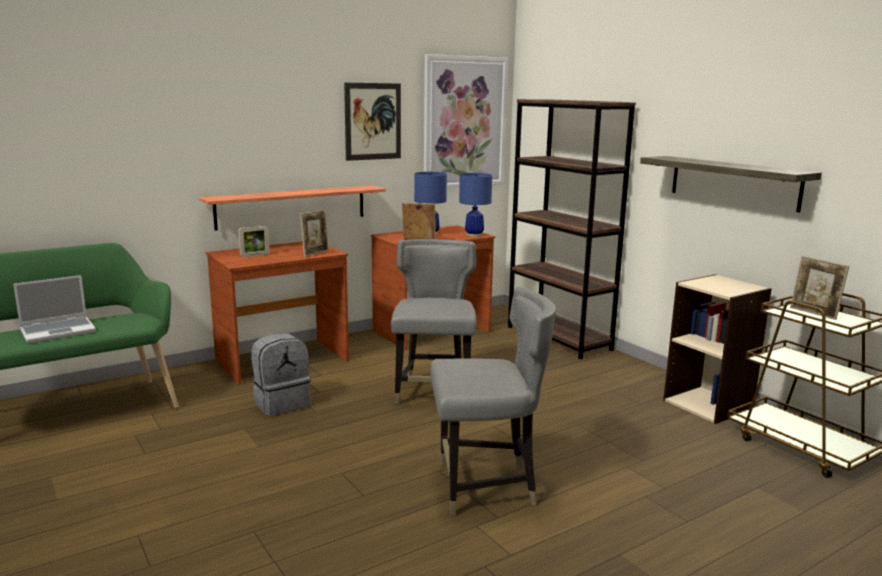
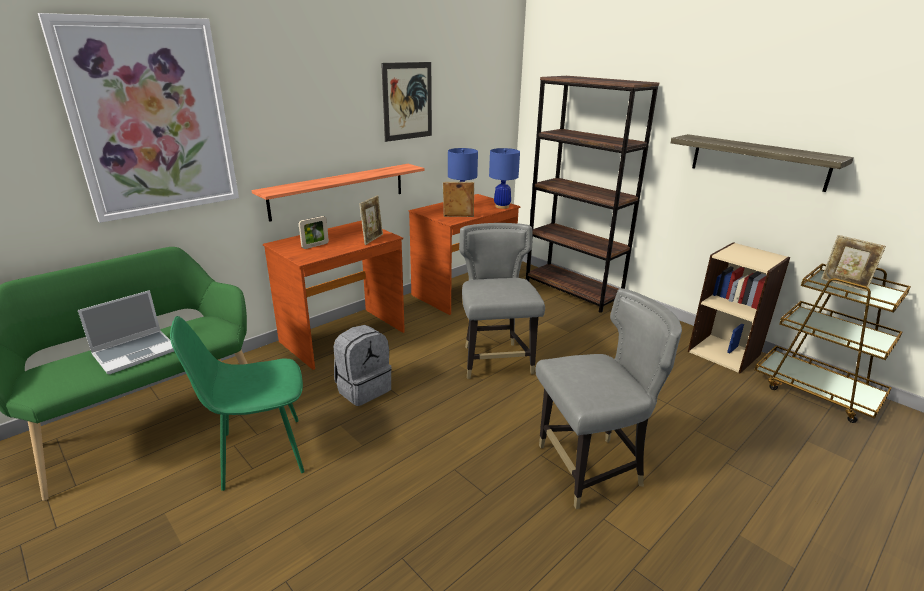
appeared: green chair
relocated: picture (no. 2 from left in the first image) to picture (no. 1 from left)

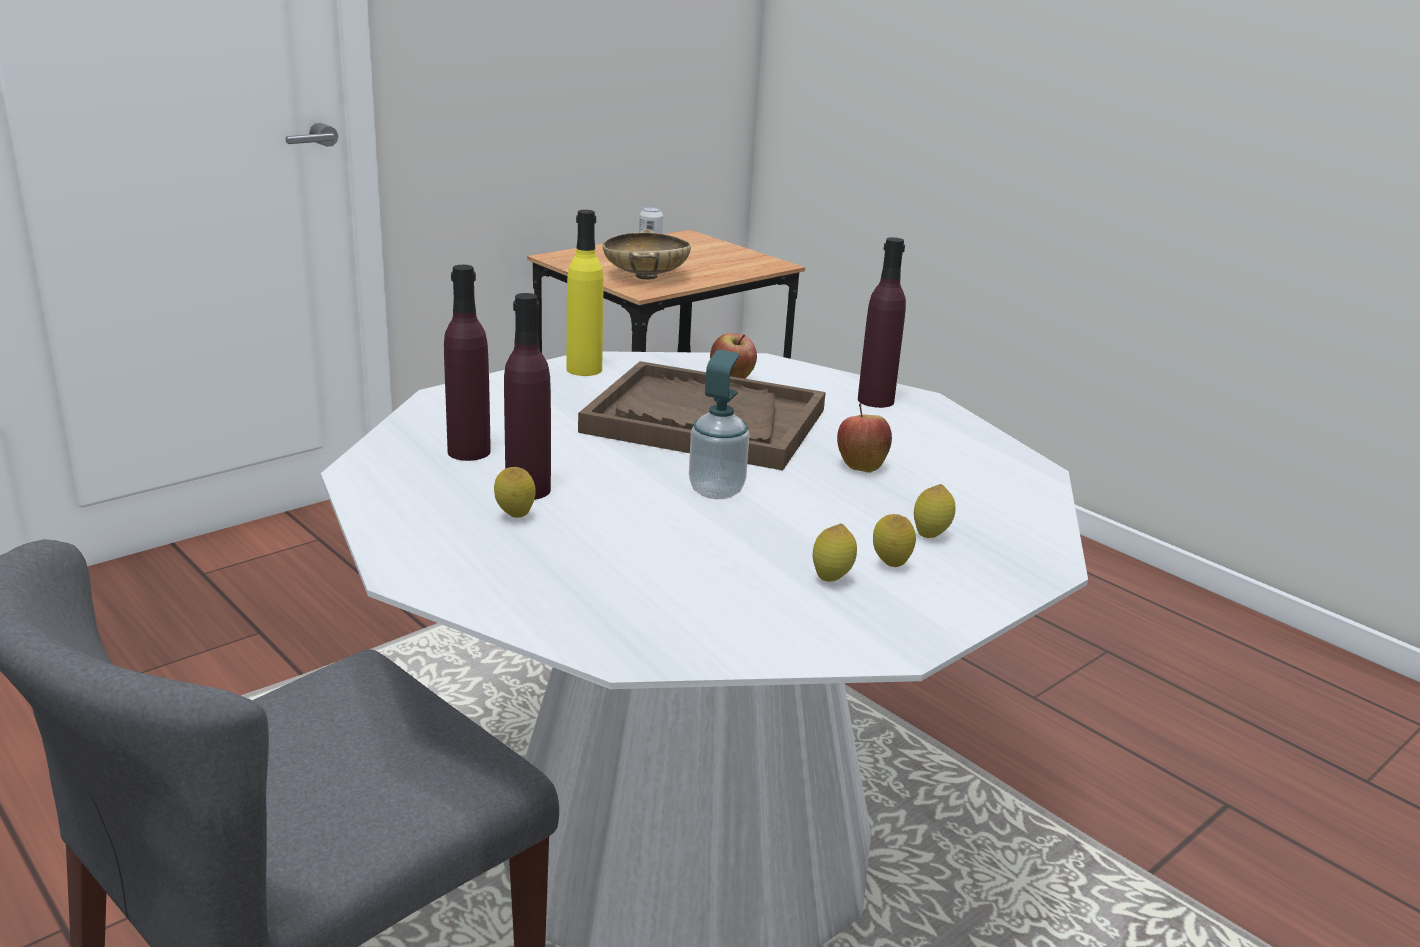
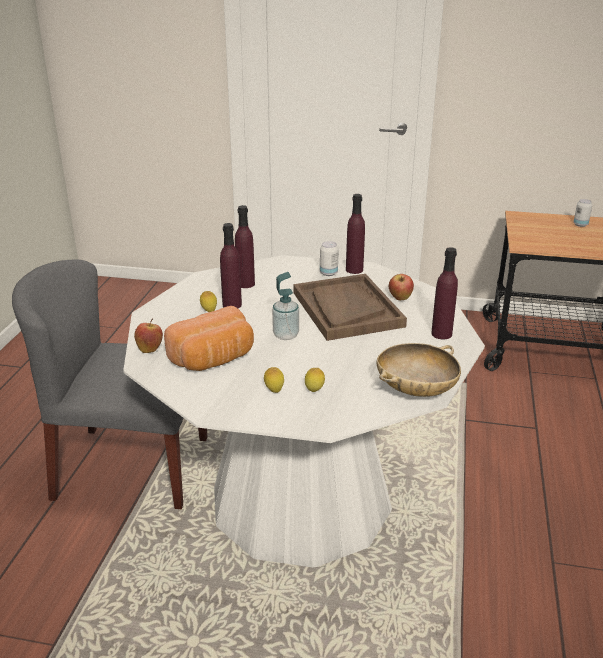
missing: lemon (no. 2 from left)
appeared: can (no. 1 from left); bread
relocated: beige bowl; apple (no. 2 from left in the first image) to apple (no. 1 from left)
colour: yellow bottle to purple bottle (no. 3 from left)

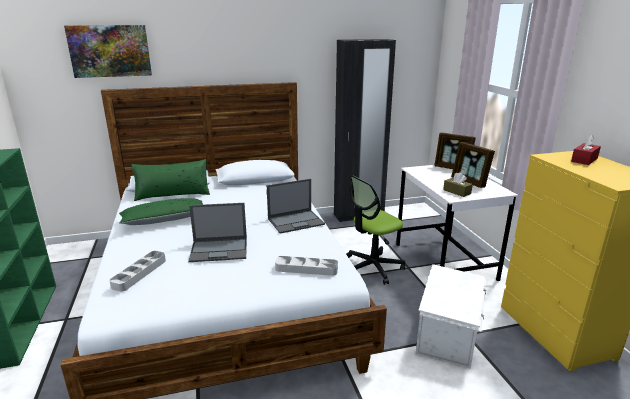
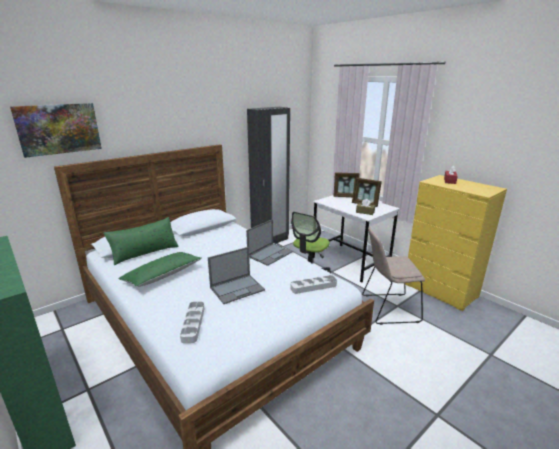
exchanged: white storage box to beige chair

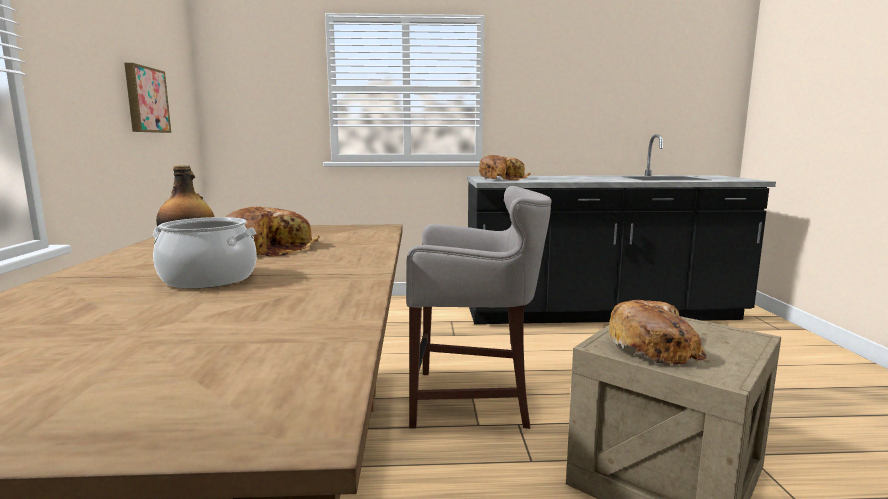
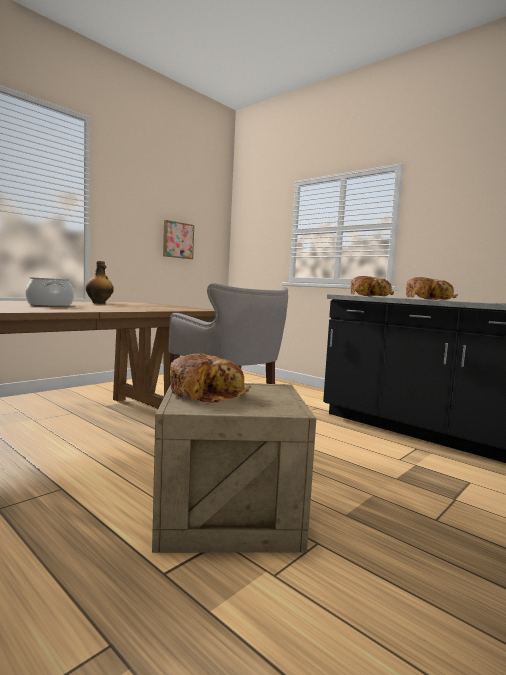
relocated: bread (no. 1 from left in the first image) to bread (no. 3 from left)

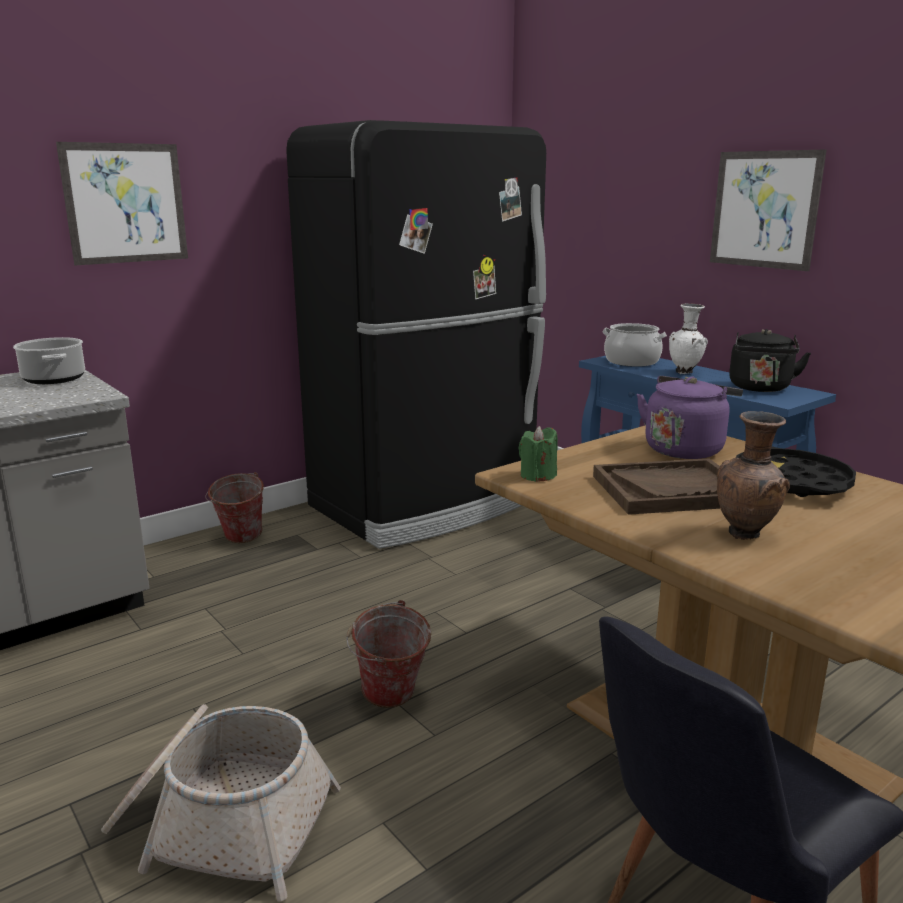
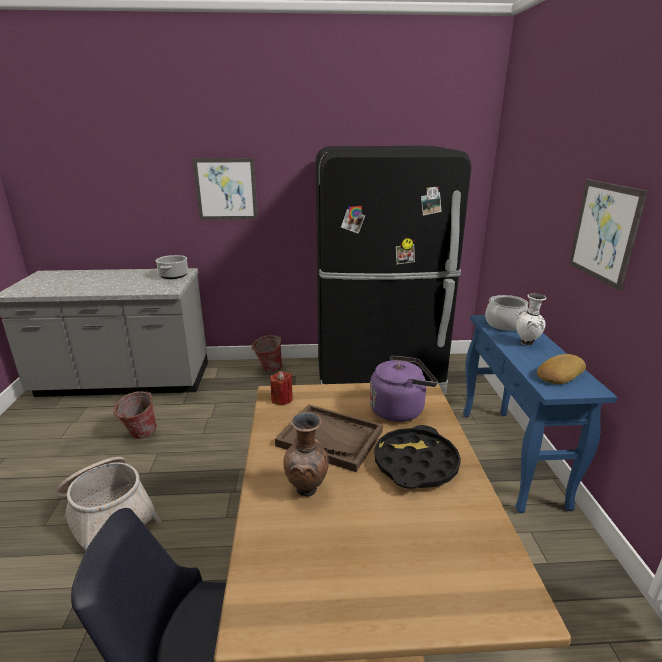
relocated: bucket (no. 2 from left in the first image) to bucket (no. 1 from left)
exchanged: black kettle to bread
colour: green candle to red candle

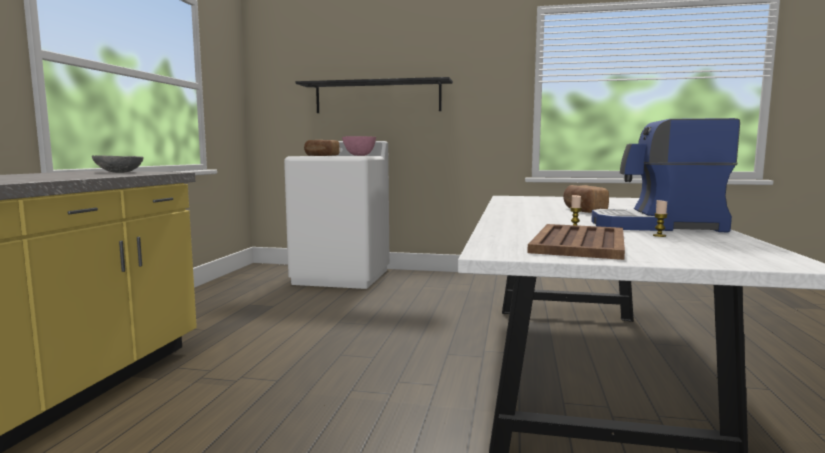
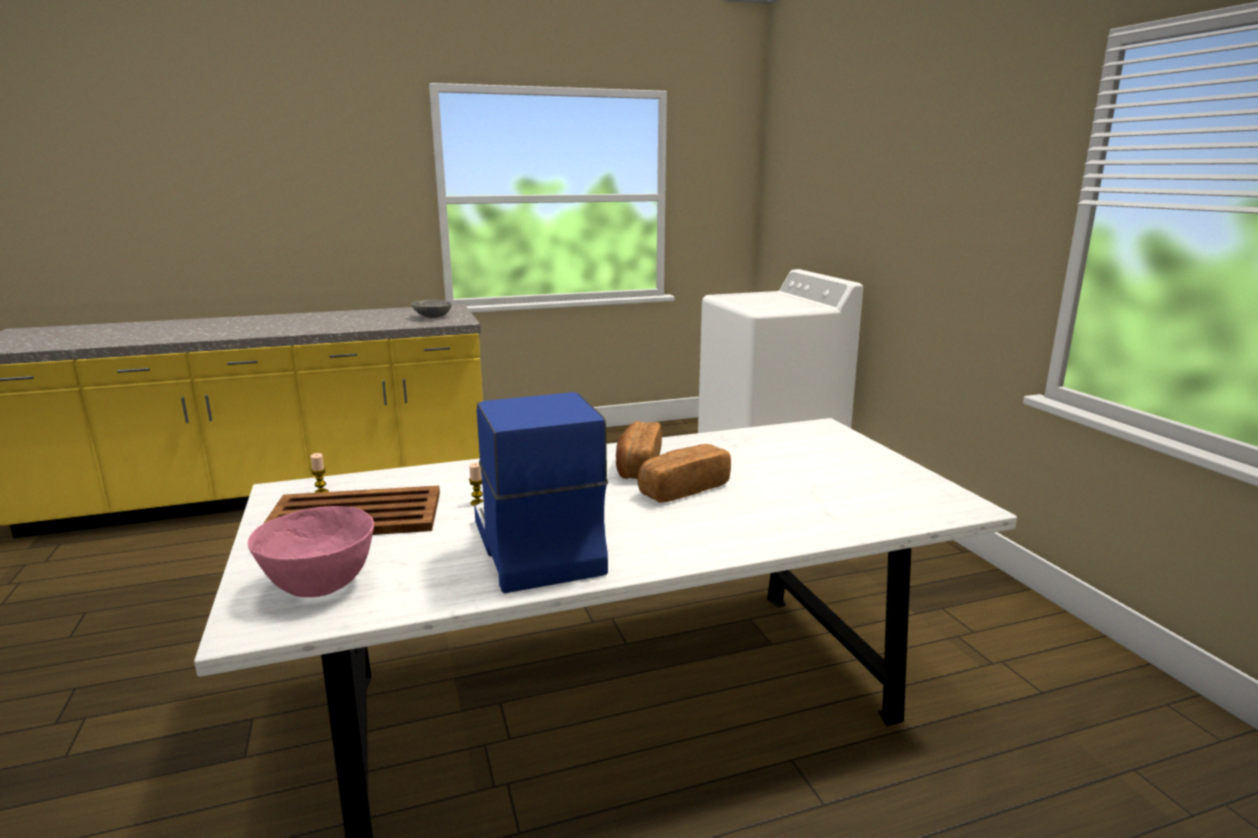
missing: black shelf
relocated: pink bowl; bread (no. 1 from left); candle (no. 2 from left in the first image) to candle (no. 1 from left)

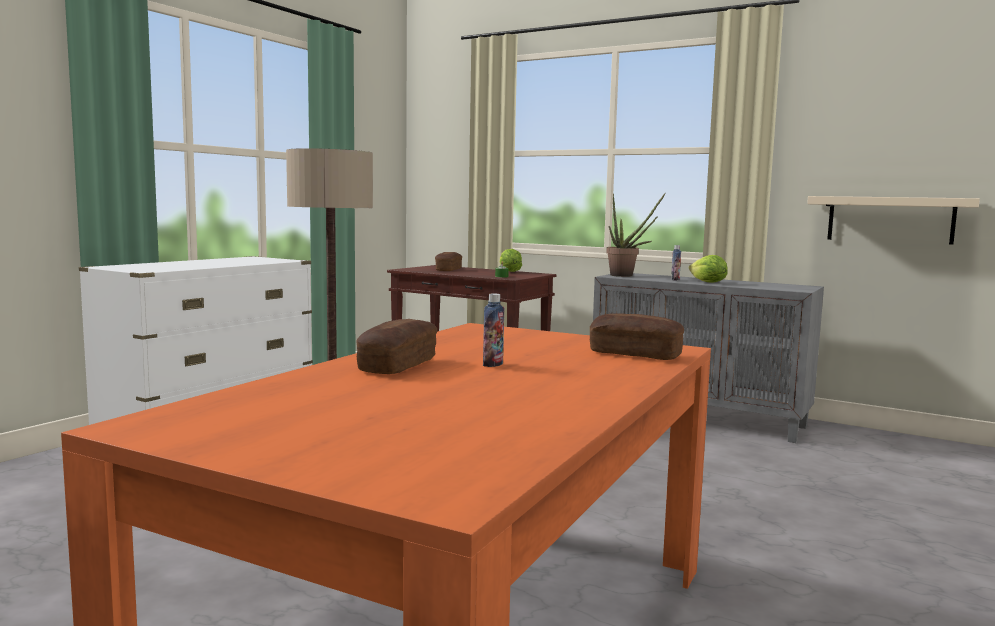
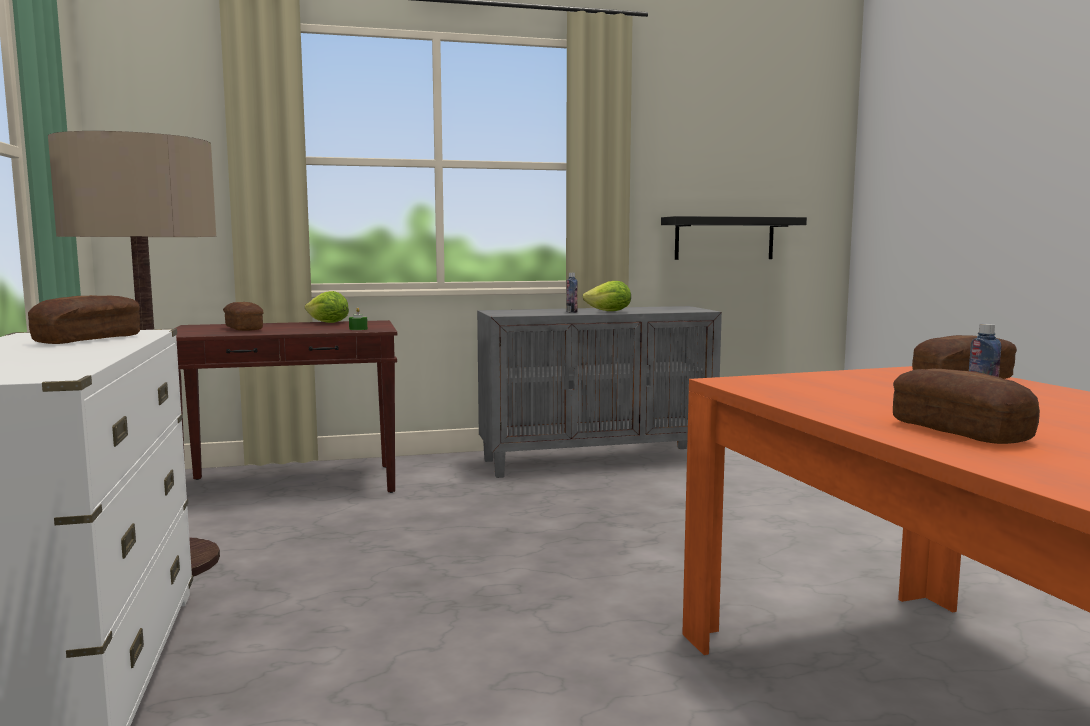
missing: potted plant
appeared: bread (no. 1 from left)
colour: beige shelf to black shelf

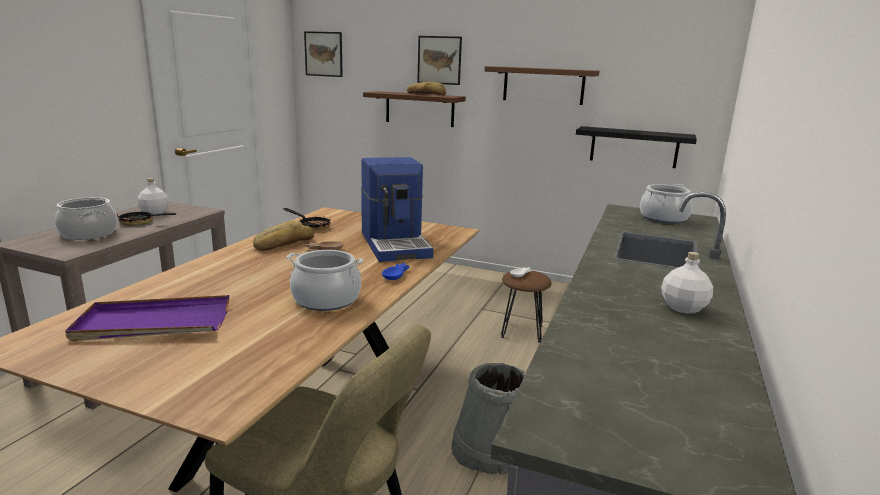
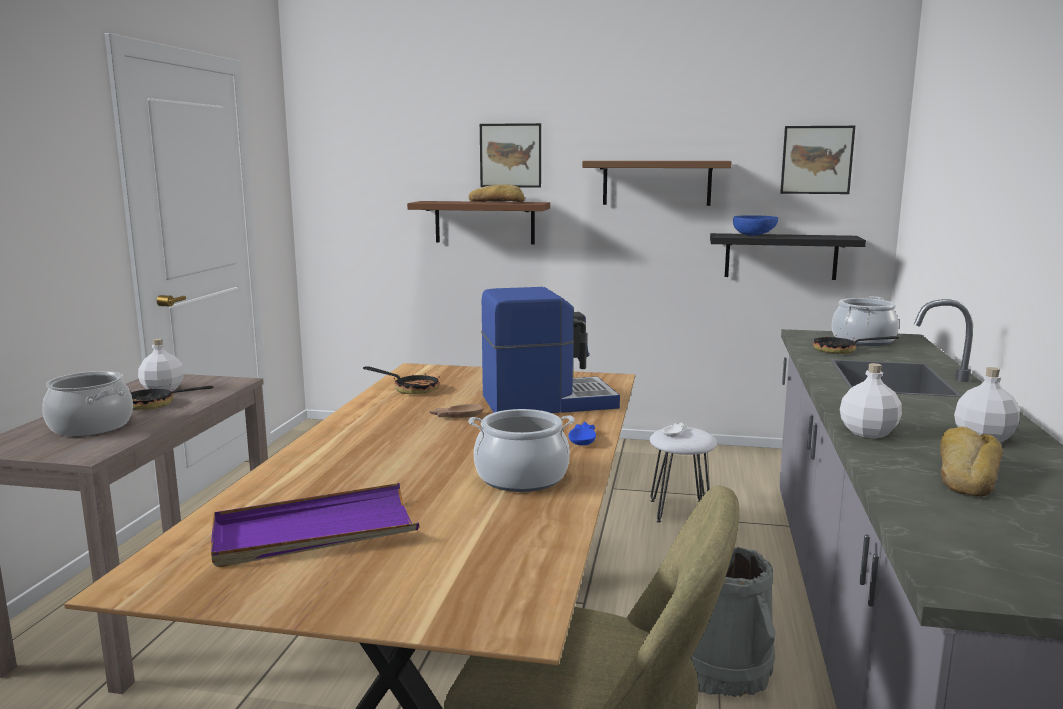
appeared: blue bowl (no. 2 from left); frying pan (no. 3 from left); white bottle (no. 2 from left)
relocated: picture (no. 1 from left in the first image) to picture (no. 2 from left); bread (no. 1 from left in the first image) to bread (no. 2 from left)
colour: brown stool to white stool
spun: coffee machine 75 degrees counterclockwise

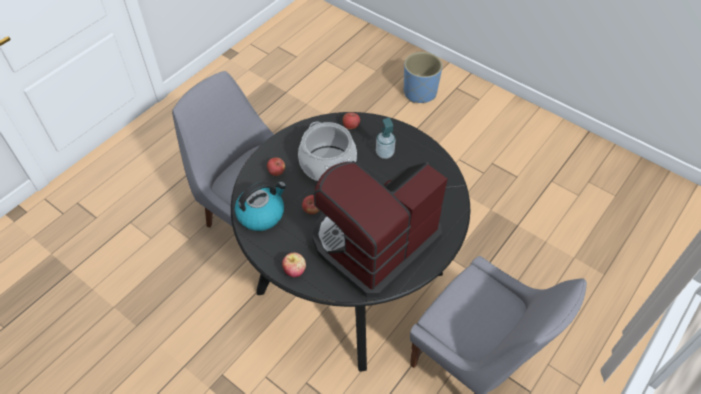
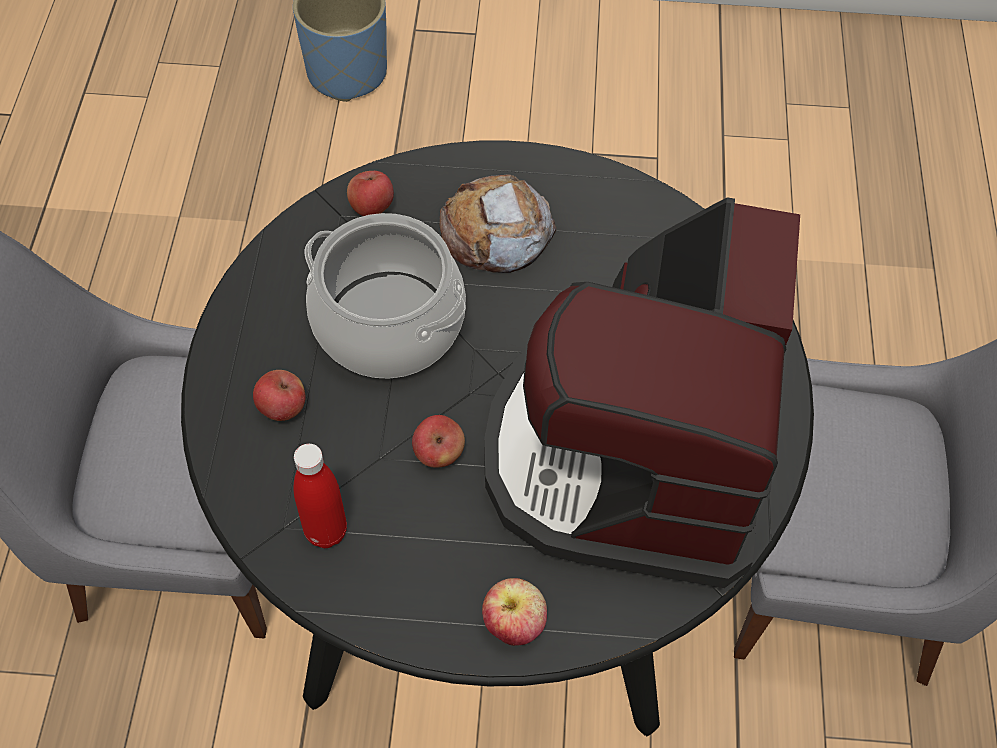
exchanged: soap dispenser to bread; kettle to red bottle

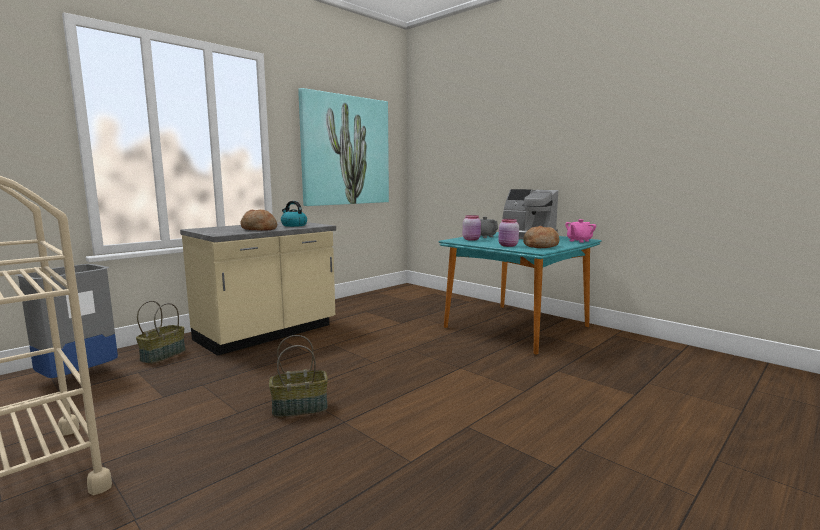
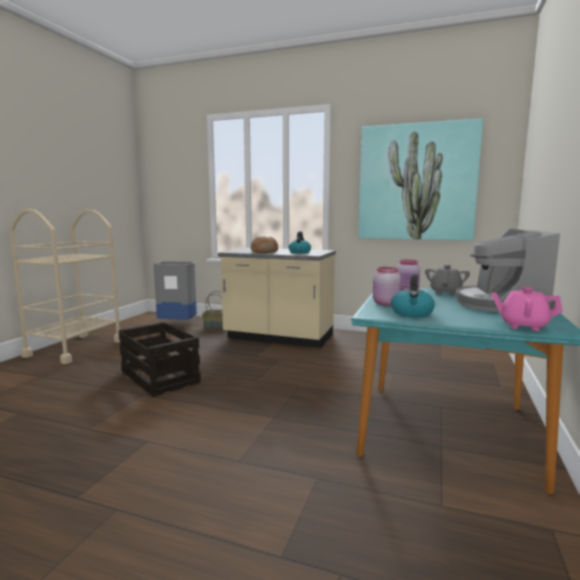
exchanged: bread (no. 2 from left) to kettle (no. 2 from left); basket (no. 2 from left) to crate

